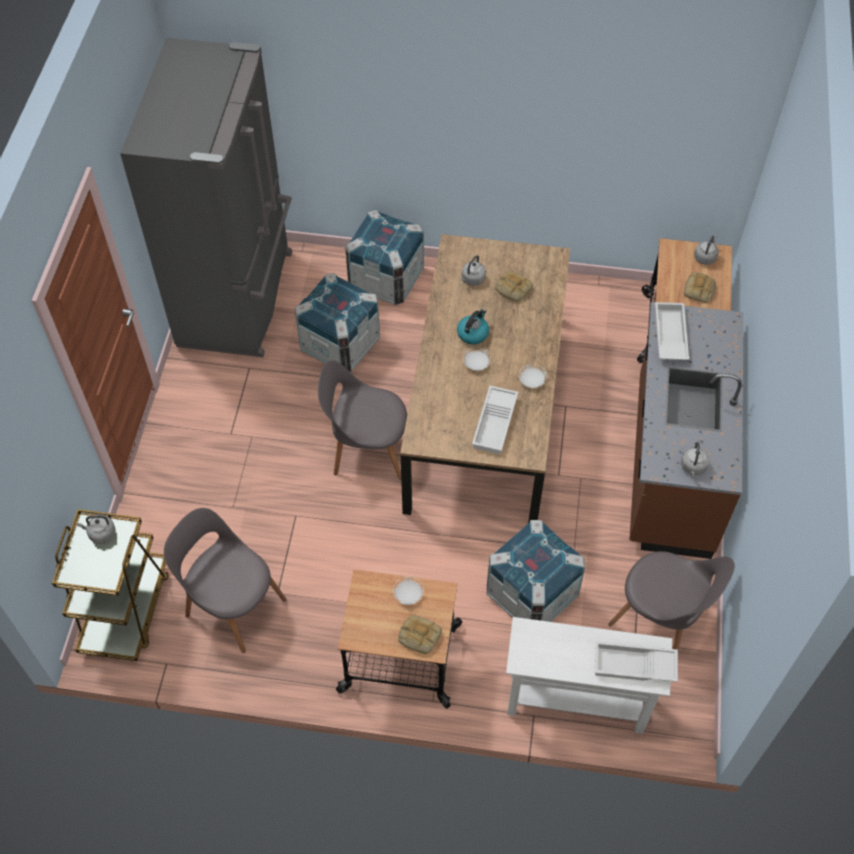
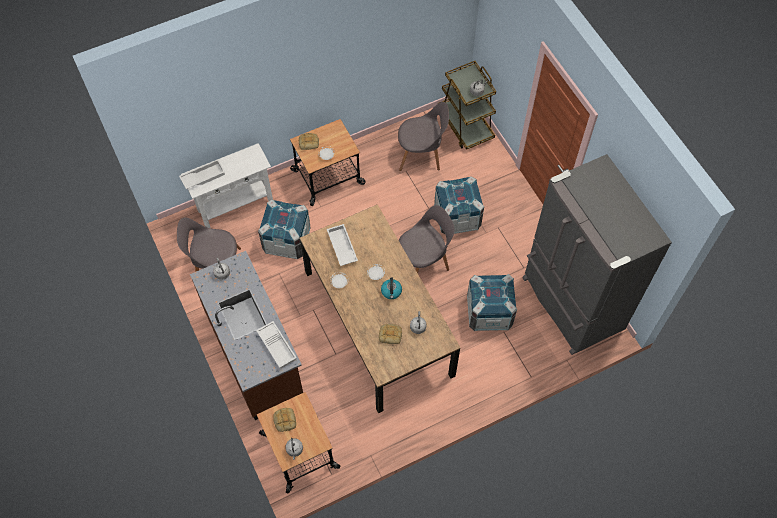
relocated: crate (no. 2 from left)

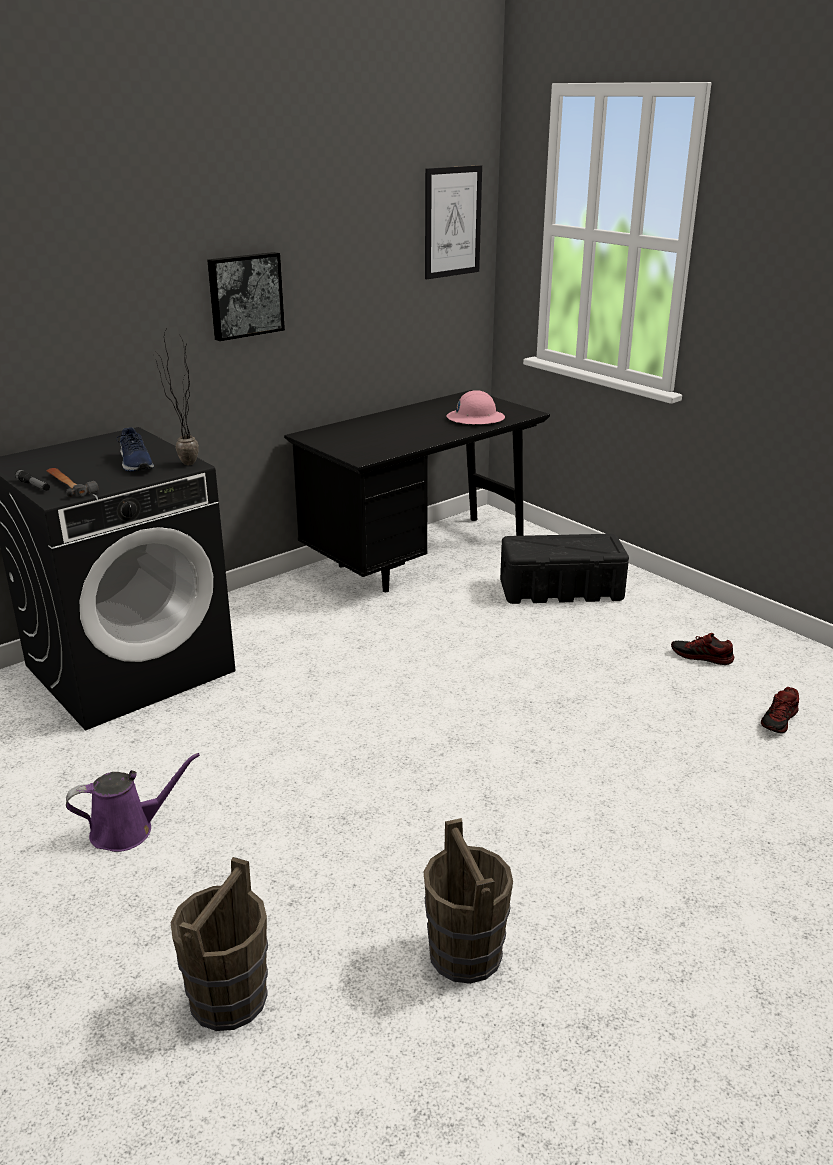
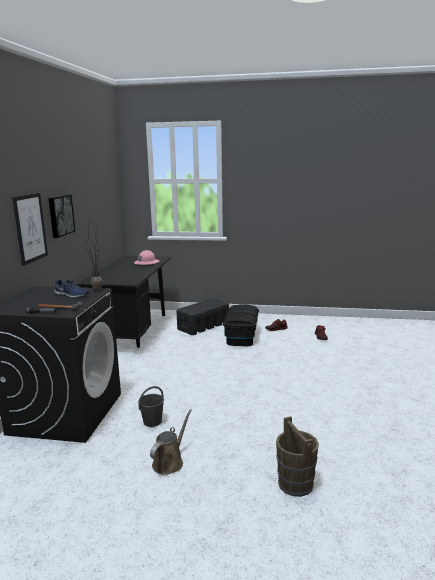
missing: brown bucket (no. 2 from left)
appeared: black storage box (no. 2 from left); grey bucket
relocated: picture (no. 2 from left in the first image) to picture (no. 1 from left)
colour: purple watering can to brown watering can

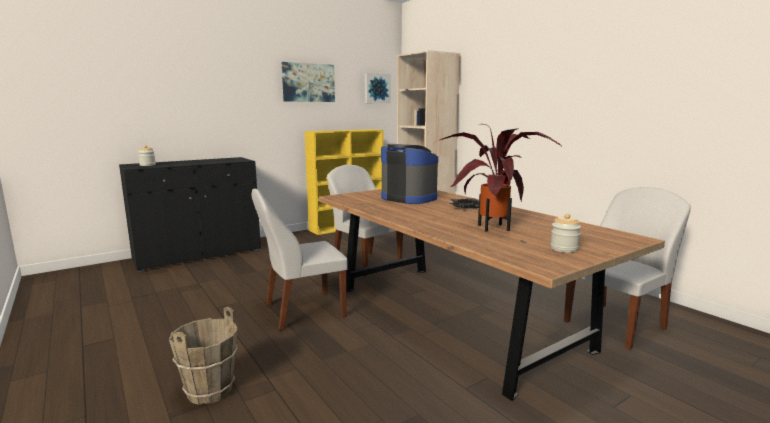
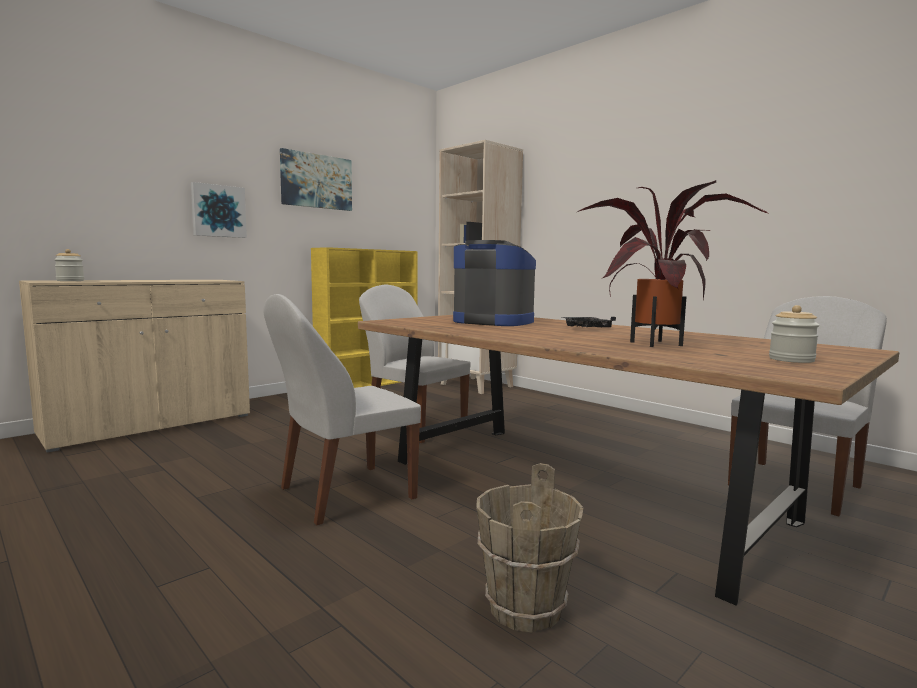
relocated: picture (no. 2 from left in the first image) to picture (no. 1 from left); brown bucket
colour: black cabinet to beige cabinet

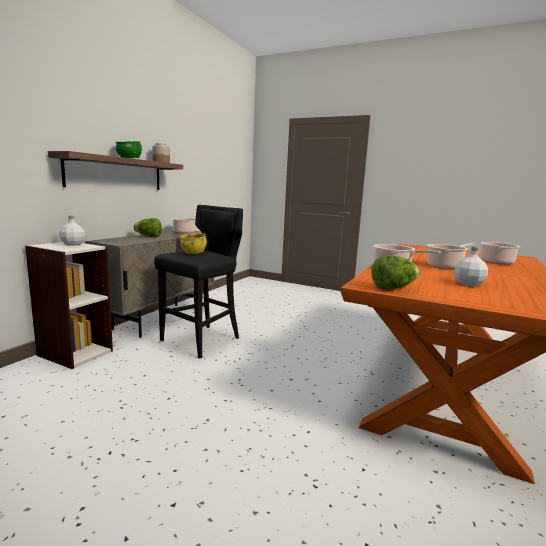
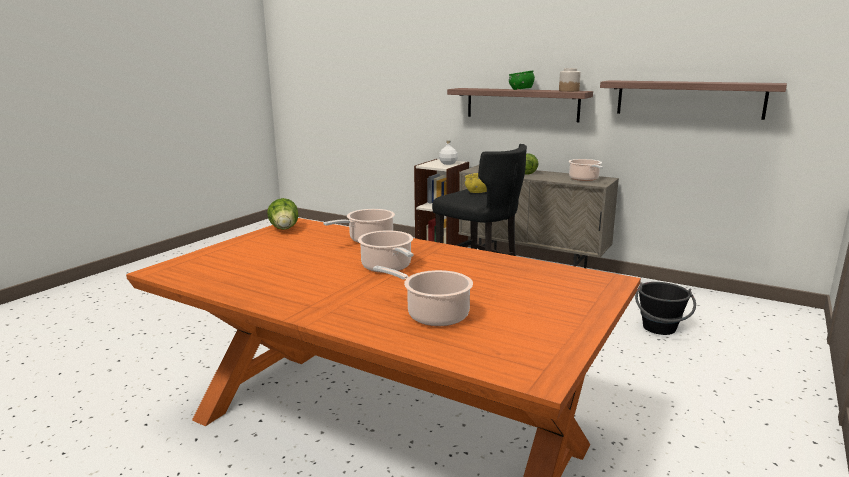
missing: white bottle (no. 2 from left)
appeared: shelf (no. 2 from left); black bucket

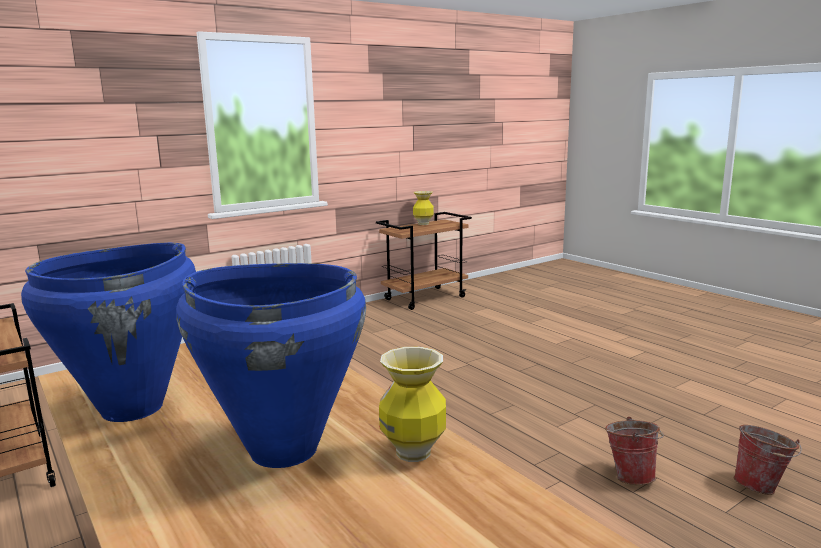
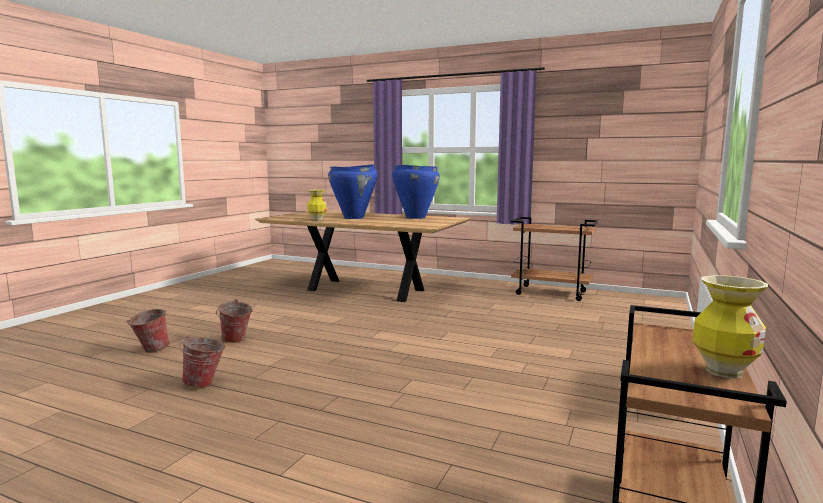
appeared: bucket (no. 2 from left)

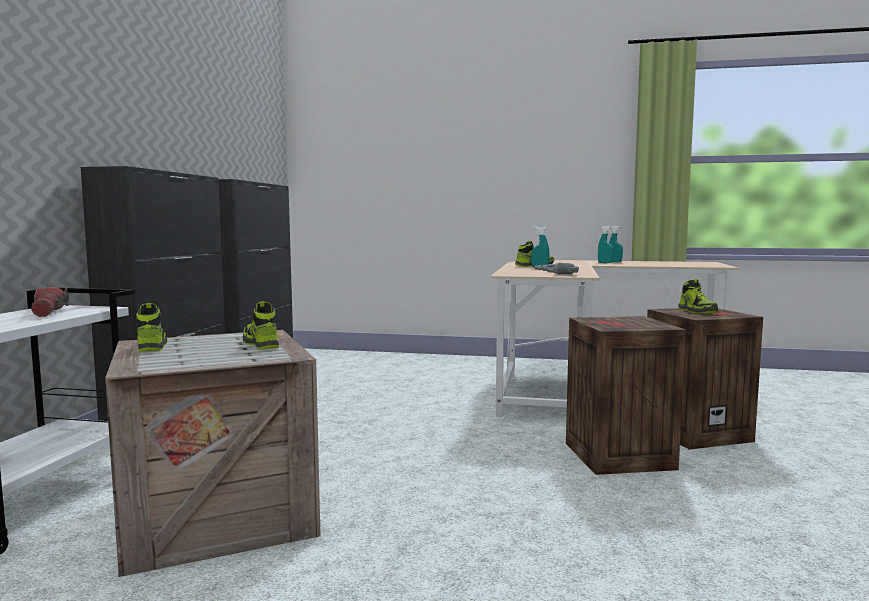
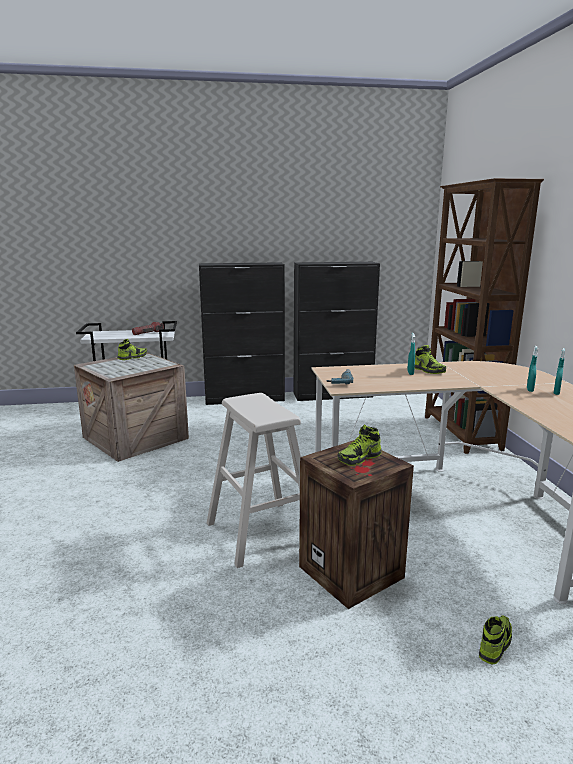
appeared: brown bookcase
relocated: shoe (no. 2 from left in the first image) to shoe (no. 4 from left)
exchanged: crate (no. 2 from left) to beige stool

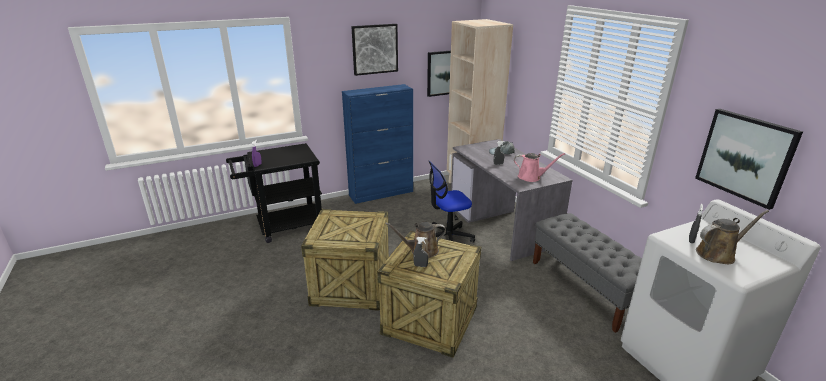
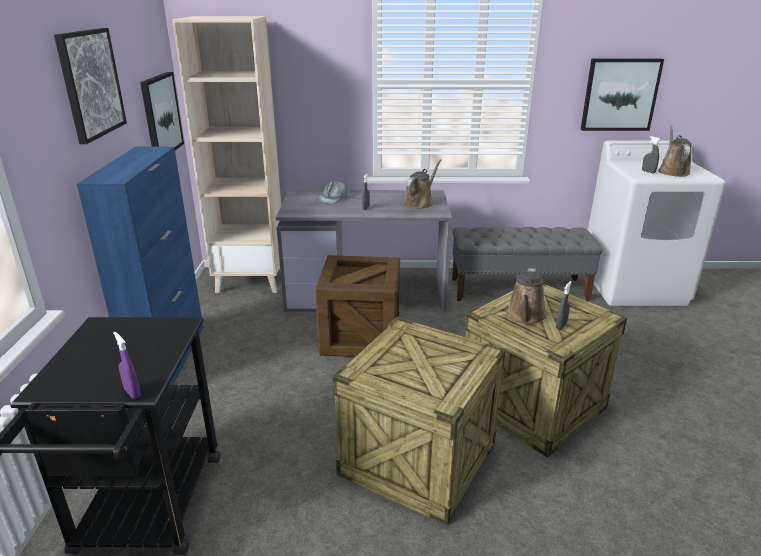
exchanged: office chair to crate (no. 1 from left)
colour: pink watering can to brown watering can (no. 1 from left)

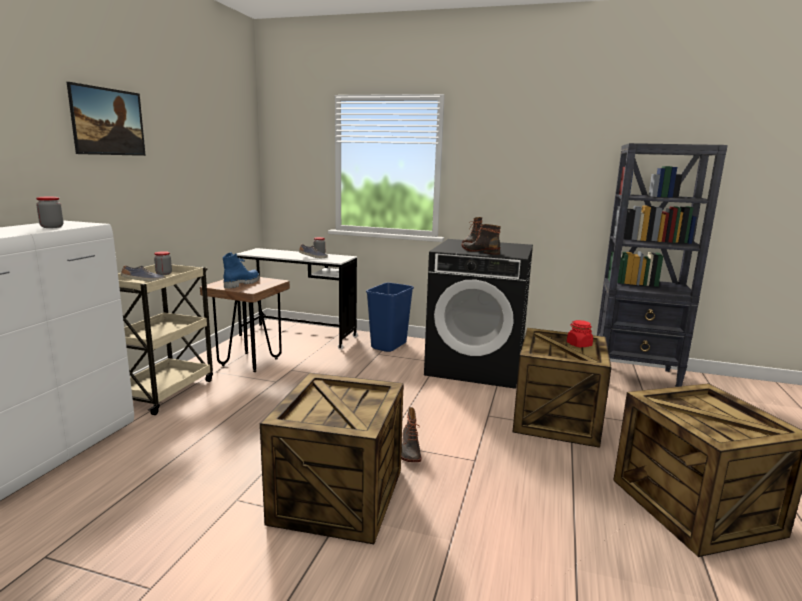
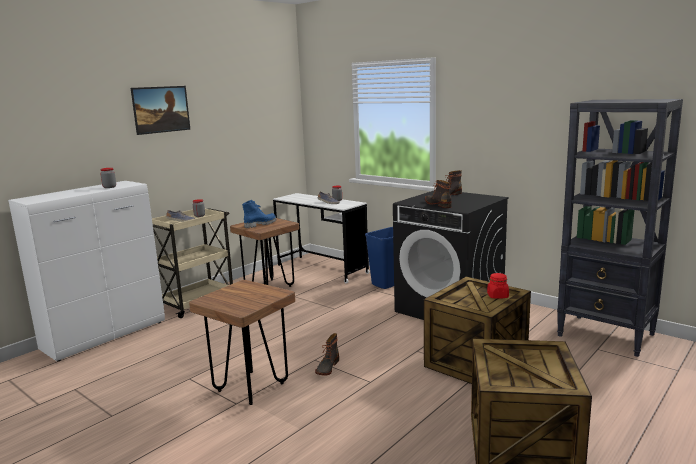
exchanged: crate (no. 1 from left) to brown stool (no. 1 from left)

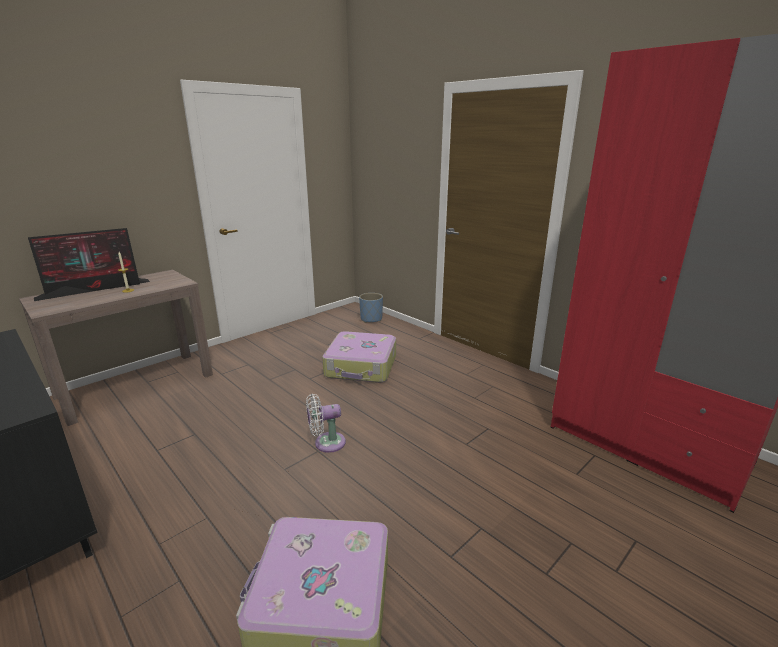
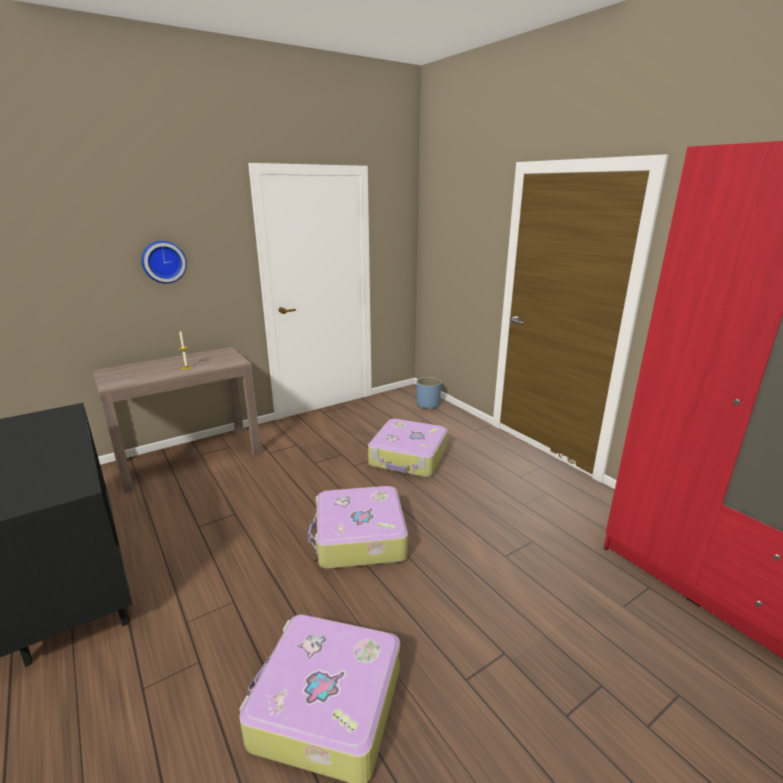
missing: monitor
appeared: wall clock
exchanged: white fan to suitcase (no. 2 from left)

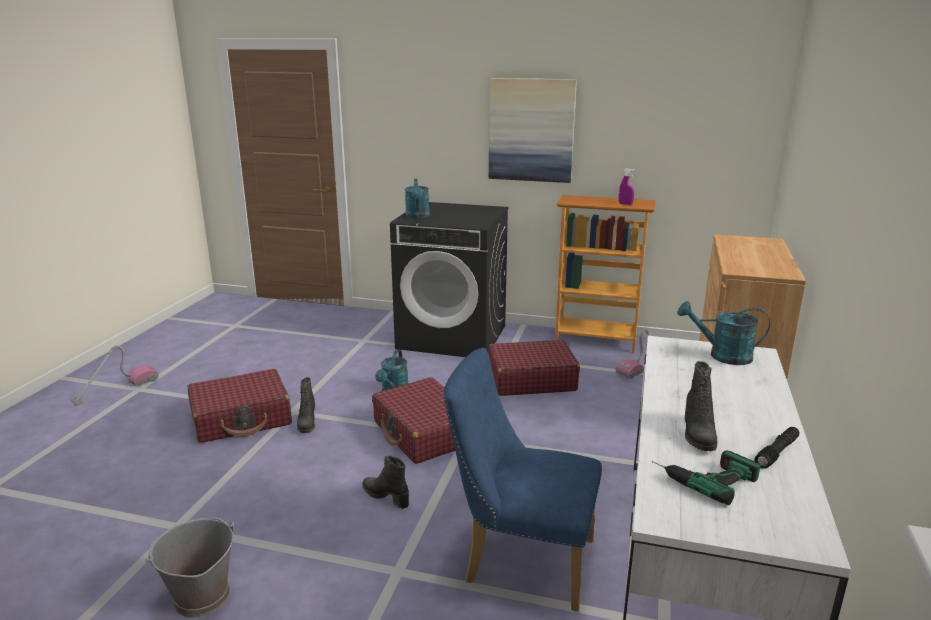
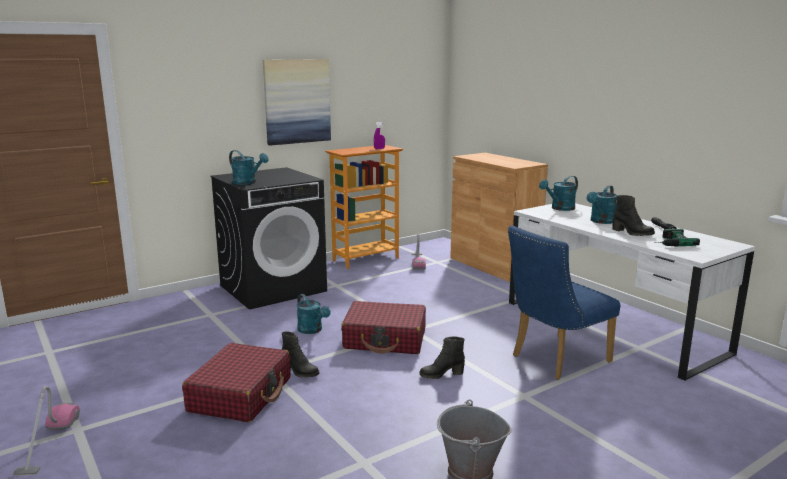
missing: red suitcase (no. 3 from left)
appeared: turquoise watering can (no. 4 from left)

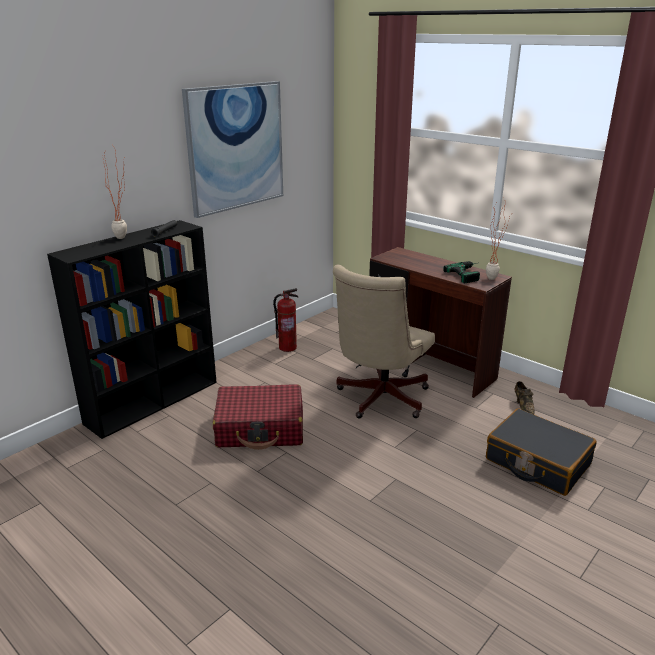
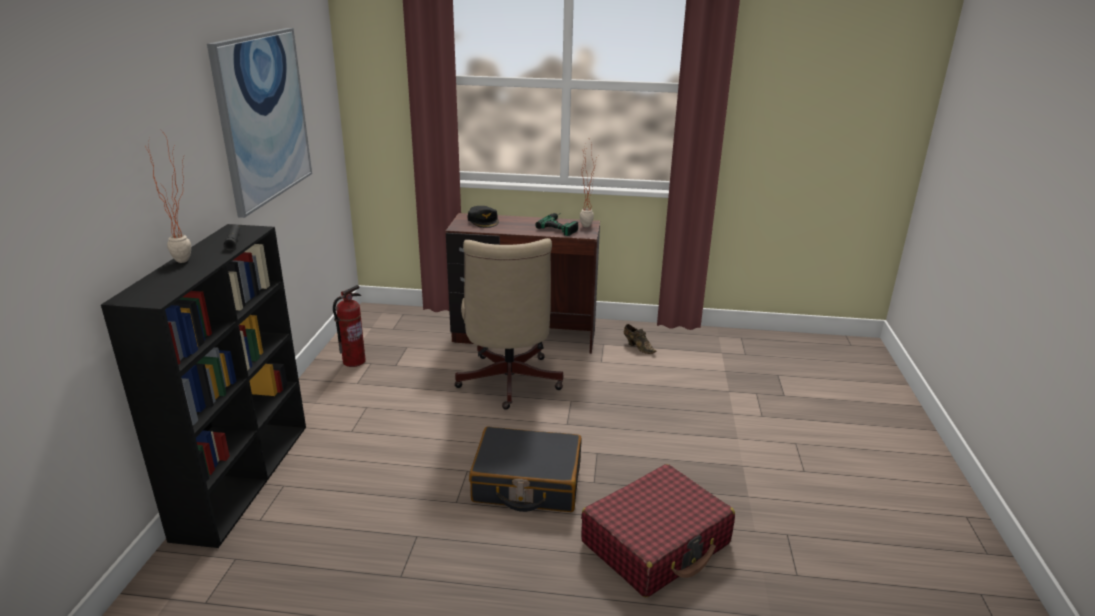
appeared: black cap
relocated: red suitcase; black suitcase

